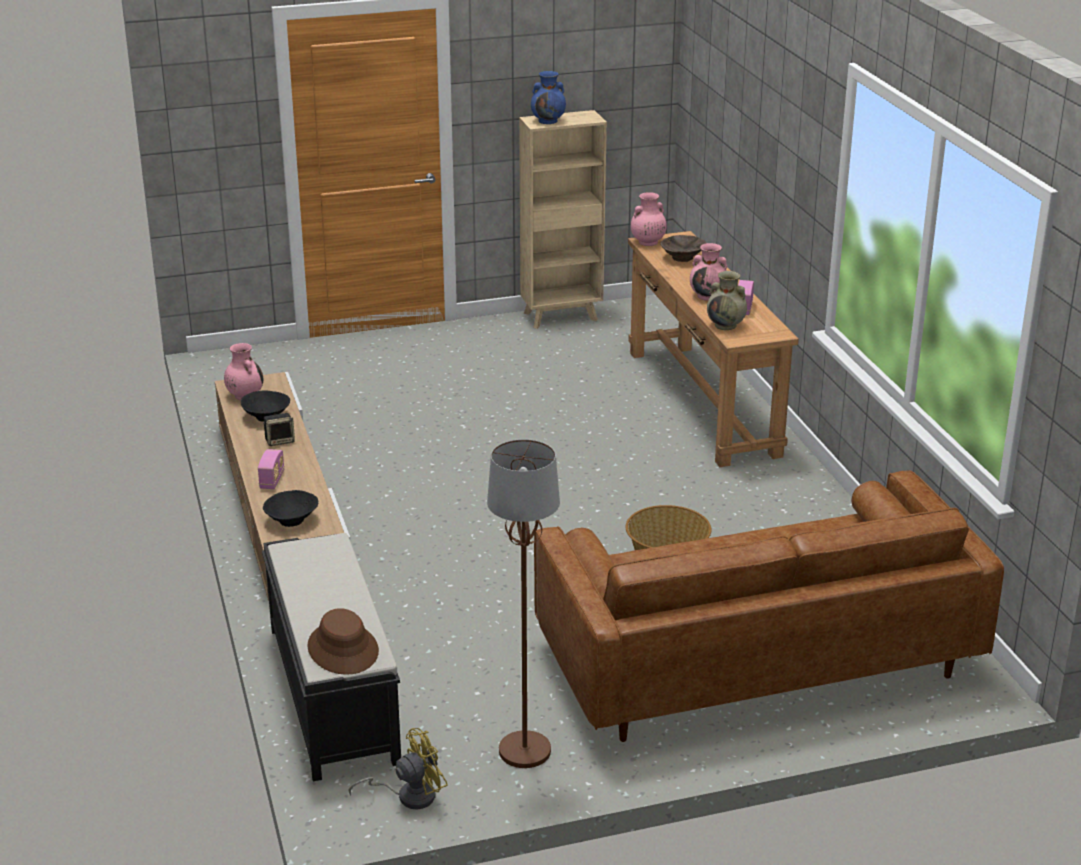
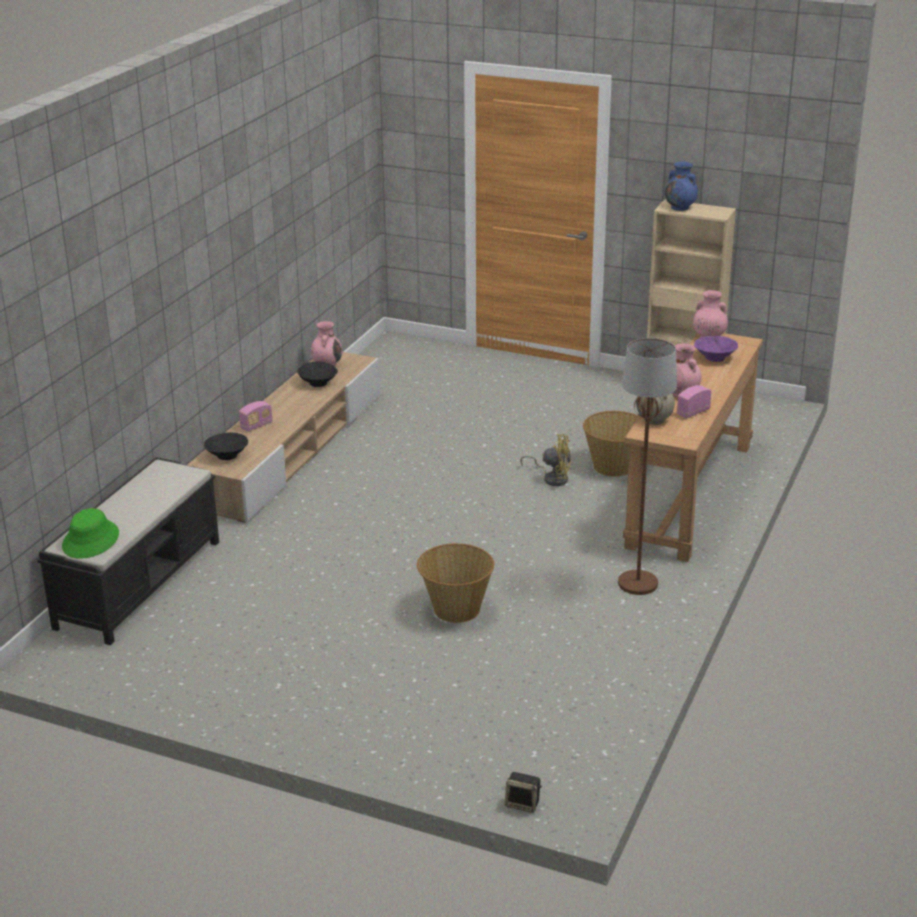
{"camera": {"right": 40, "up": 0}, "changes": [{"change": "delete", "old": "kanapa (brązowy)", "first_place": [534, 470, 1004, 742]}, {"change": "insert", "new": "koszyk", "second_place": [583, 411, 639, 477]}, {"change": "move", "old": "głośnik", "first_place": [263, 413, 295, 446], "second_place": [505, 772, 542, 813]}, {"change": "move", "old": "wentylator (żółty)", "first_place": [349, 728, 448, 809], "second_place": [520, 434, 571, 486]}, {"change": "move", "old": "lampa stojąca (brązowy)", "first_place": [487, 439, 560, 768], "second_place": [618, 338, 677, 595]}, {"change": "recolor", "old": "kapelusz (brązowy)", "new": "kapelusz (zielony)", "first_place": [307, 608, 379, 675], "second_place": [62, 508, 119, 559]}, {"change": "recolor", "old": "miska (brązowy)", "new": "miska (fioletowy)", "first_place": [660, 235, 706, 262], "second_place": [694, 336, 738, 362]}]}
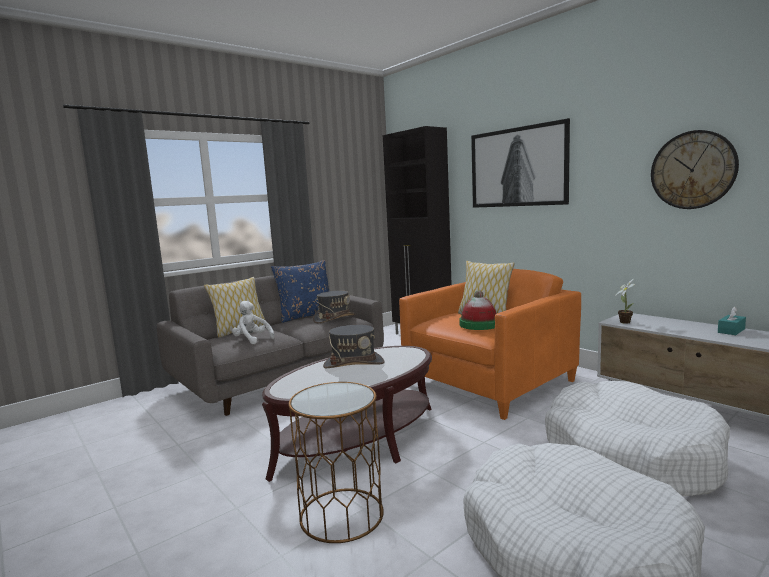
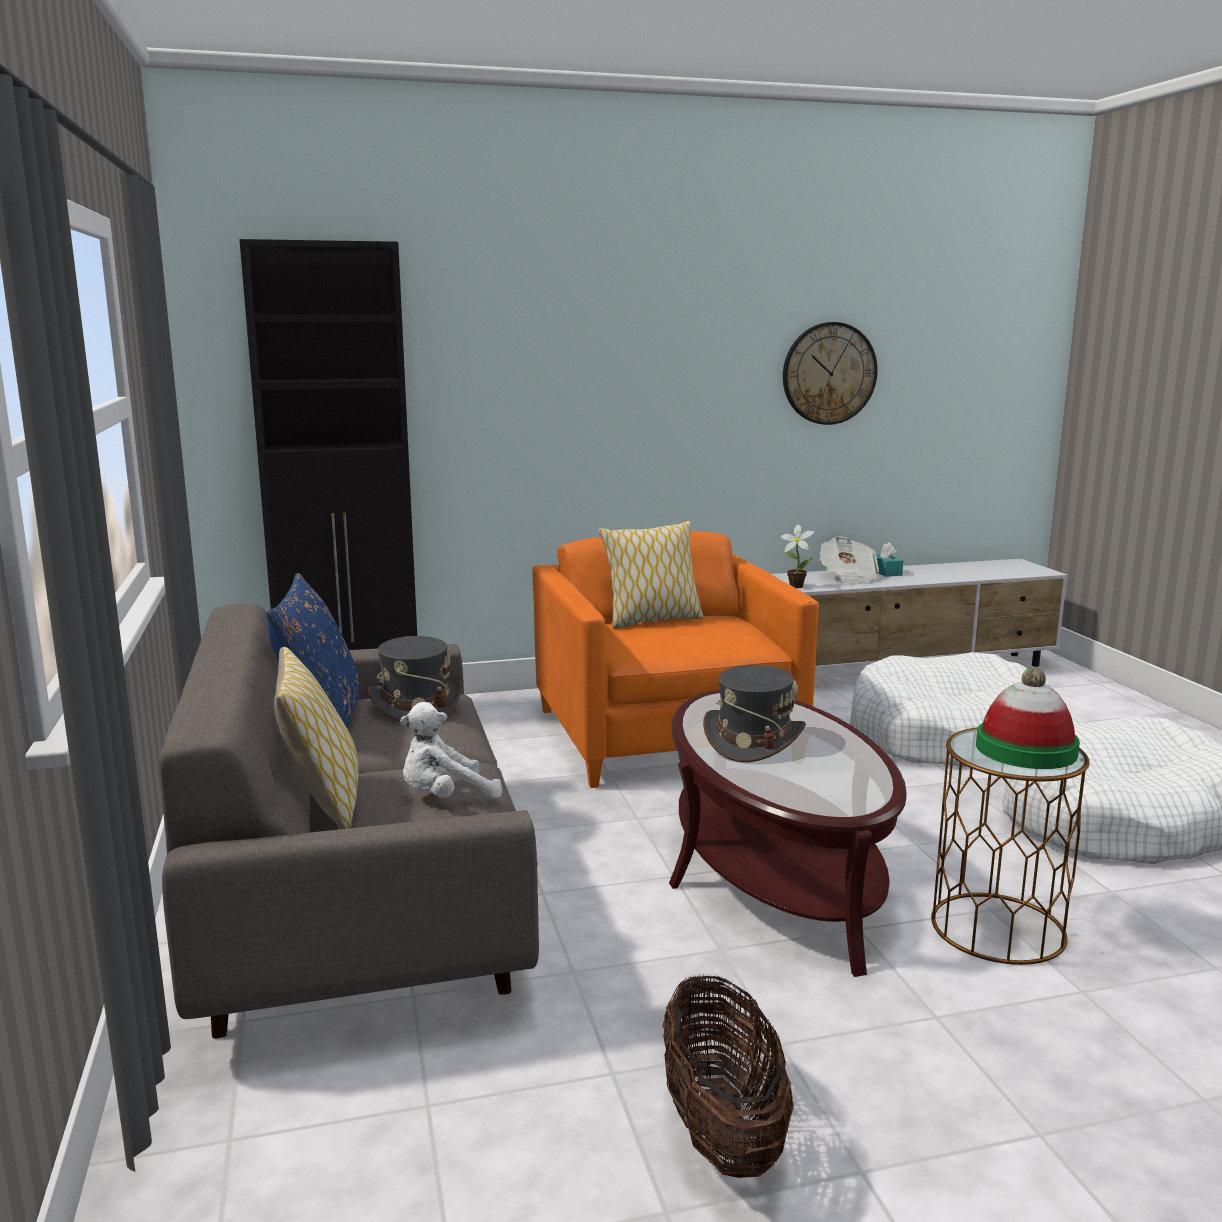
{"camera": {"right": -65, "up": 5}, "changes": [{"change": "delete", "old": "obraz", "first_place": [471, 118, 570, 208]}, {"change": "insert", "new": "koszyk", "second_place": [663, 974, 794, 1178]}, {"change": "insert", "new": "gazeta", "second_place": [819, 536, 879, 585]}, {"change": "move", "old": "kapelusz", "first_place": [459, 290, 497, 330], "second_place": [976, 668, 1080, 769]}]}
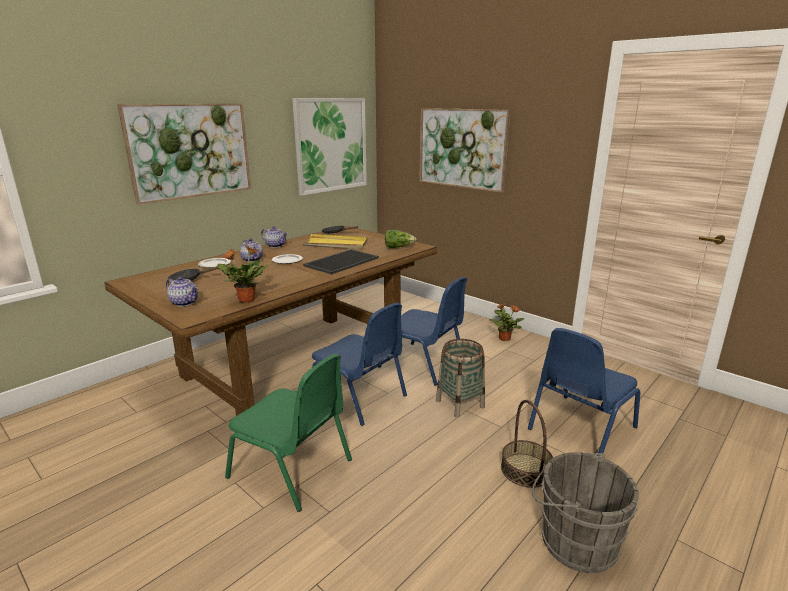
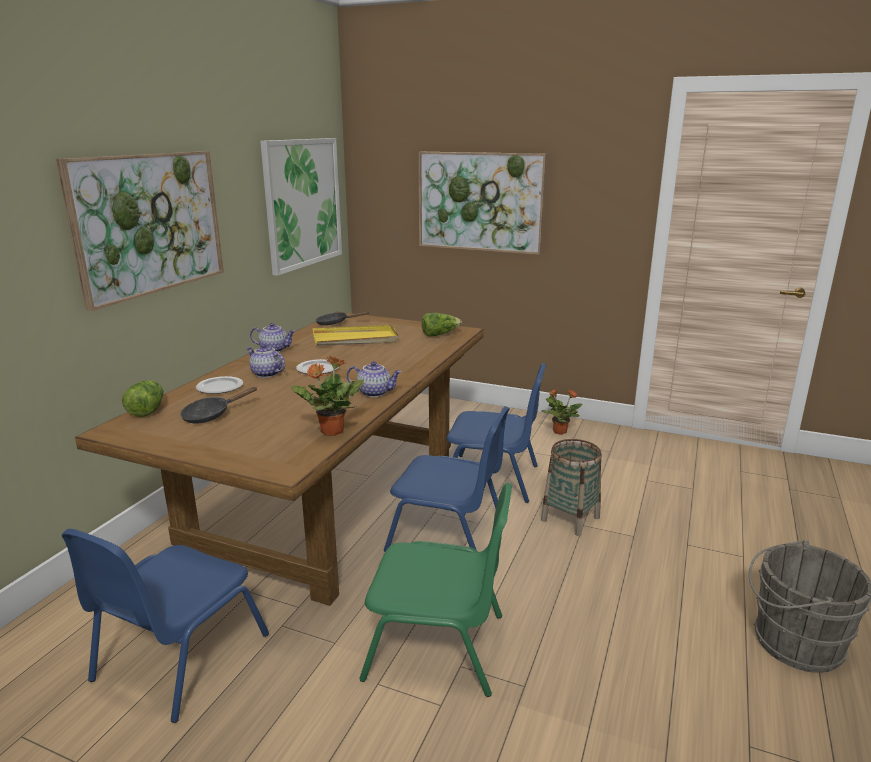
{"camera": {"right": -20, "up": 0}, "changes": [{"change": "delete", "old": "taca", "first_place": [303, 249, 379, 274]}, {"change": "delete", "old": "koszyk", "first_place": [501, 400, 553, 488]}, {"change": "insert", "new": "sałata", "second_place": [122, 380, 163, 417]}, {"change": "move", "old": "imbryk", "first_place": [166, 277, 198, 307], "second_place": [347, 361, 401, 397]}, {"change": "move", "old": "krzesło (niebieski)", "first_place": [528, 328, 640, 456], "second_place": [62, 529, 269, 723]}]}
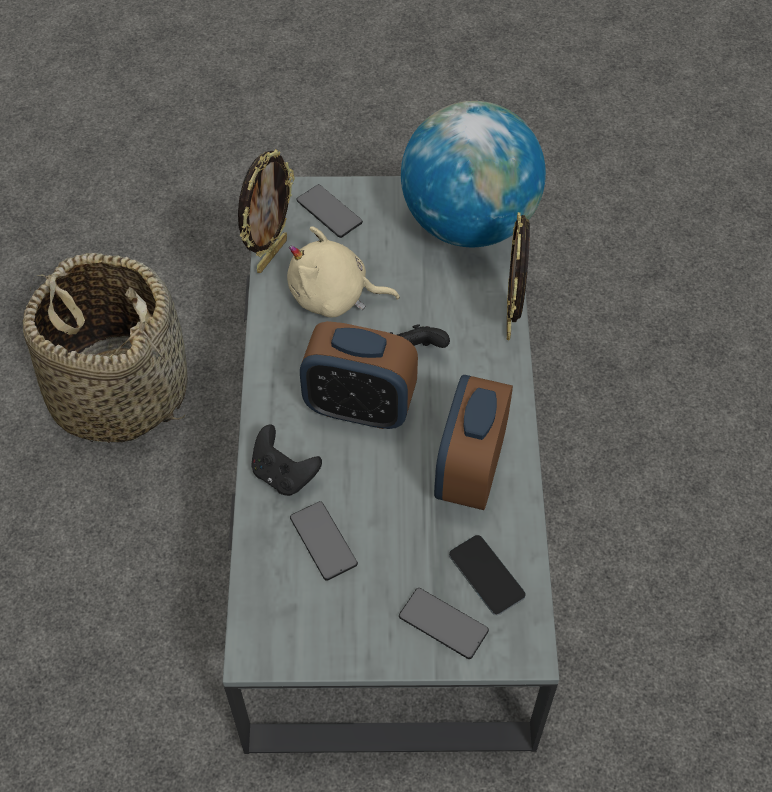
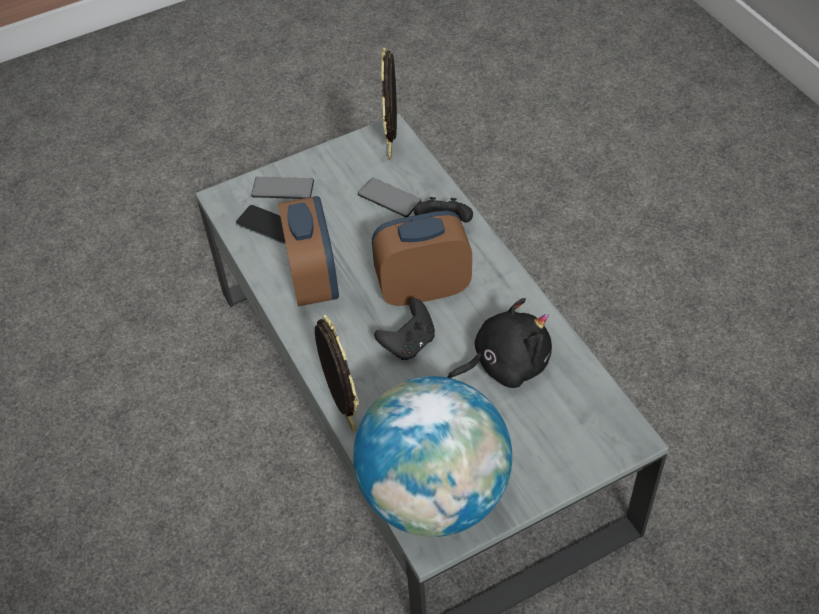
{"camera": {"right": 155, "up": -5}, "changes": [{"change": "delete", "old": "koszyk", "first_place": [23, 253, 188, 443]}, {"change": "delete", "old": "telefon", "first_place": [297, 184, 363, 238]}, {"change": "move", "old": "ramka na zdjęcie", "first_place": [238, 149, 295, 273], "second_place": [381, 48, 397, 160]}, {"change": "recolor", "old": "pluszak (beżowy)", "new": "pluszak (czarny)", "first_place": [287, 226, 400, 317], "second_place": [447, 298, 552, 388]}]}
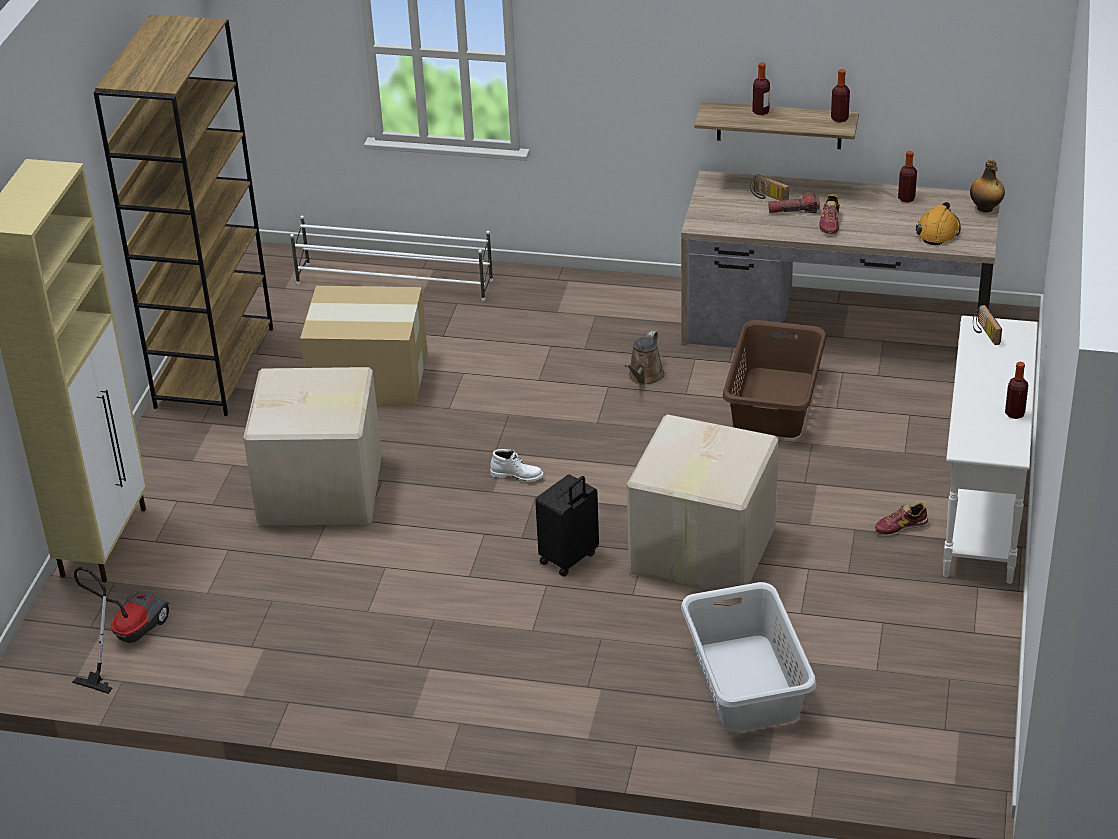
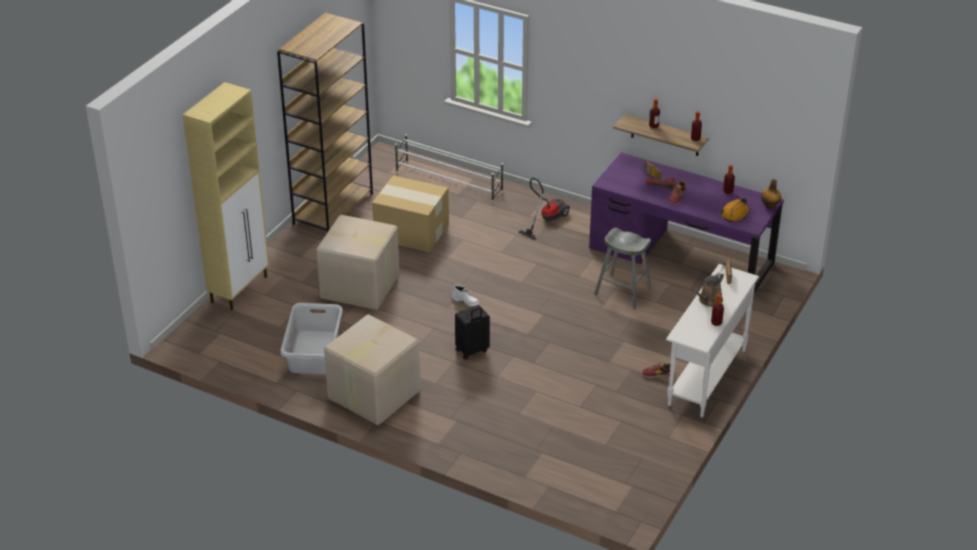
{"camera": {"right": 15, "up": 0}, "changes": [{"change": "move", "old": "odkurzacz", "first_place": [72, 567, 170, 694], "second_place": [519, 178, 570, 240]}, {"change": "move", "old": "konewka (brązowy)", "first_place": [625, 331, 665, 385], "second_place": [694, 273, 724, 307]}, {"change": "move", "old": "karton", "first_place": [627, 414, 779, 598], "second_place": [324, 314, 421, 425]}, {"change": "move", "old": "kosz na pranie (szary)", "first_place": [681, 582, 816, 732], "second_place": [280, 303, 343, 374]}, {"change": "replace", "old": "kosz na pranie (brązowy)", "new": "stołek (szary)", "first_place": [723, 320, 826, 438], "second_place": [594, 227, 652, 309]}, {"change": "recolor", "old": "biurko (brązowy)", "new": "biurko (fioletowy)", "first_place": [681, 171, 1000, 349], "second_place": [589, 153, 784, 293]}]}
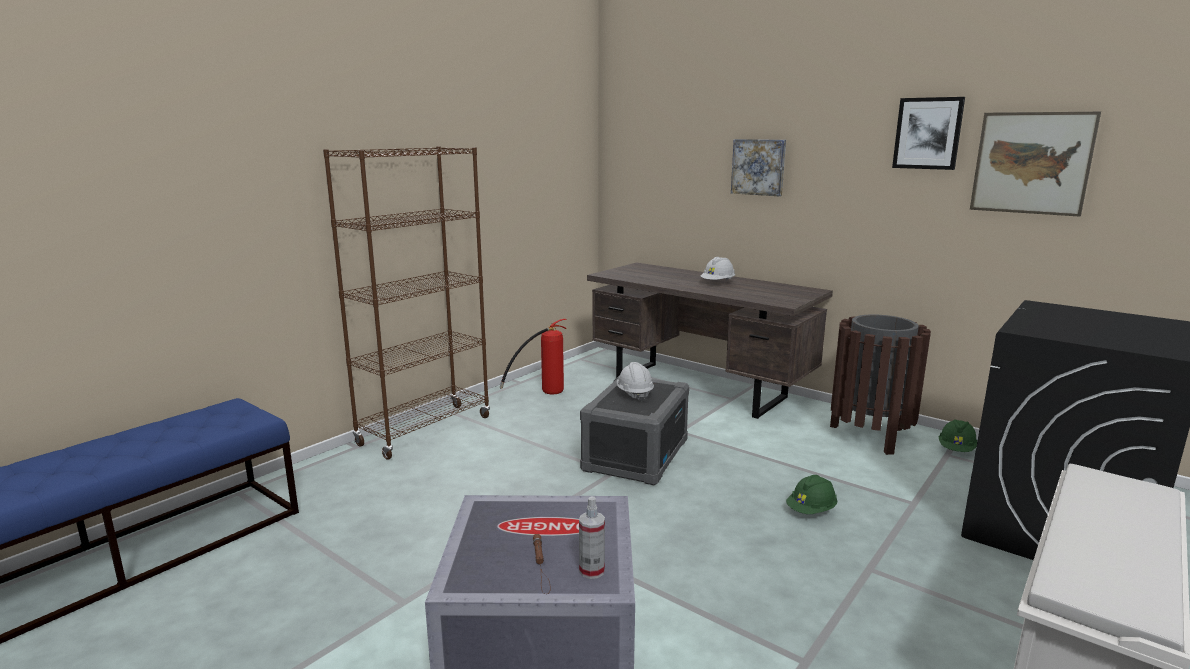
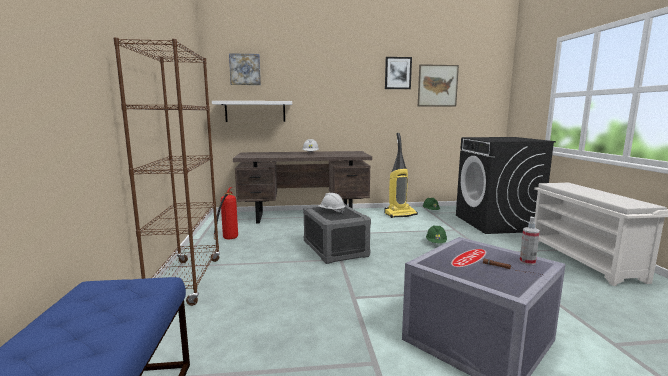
{"camera": {"right": -45, "up": -5}, "changes": [{"change": "insert", "new": "półka (biały)", "second_place": [212, 101, 292, 122]}, {"change": "move", "old": "obraz", "first_place": [731, 139, 786, 196], "second_place": [229, 53, 261, 85]}, {"change": "replace", "old": "kosz na śmieci (brązowy)", "new": "odkurzacz", "first_place": [830, 314, 931, 455], "second_place": [385, 133, 418, 218]}]}
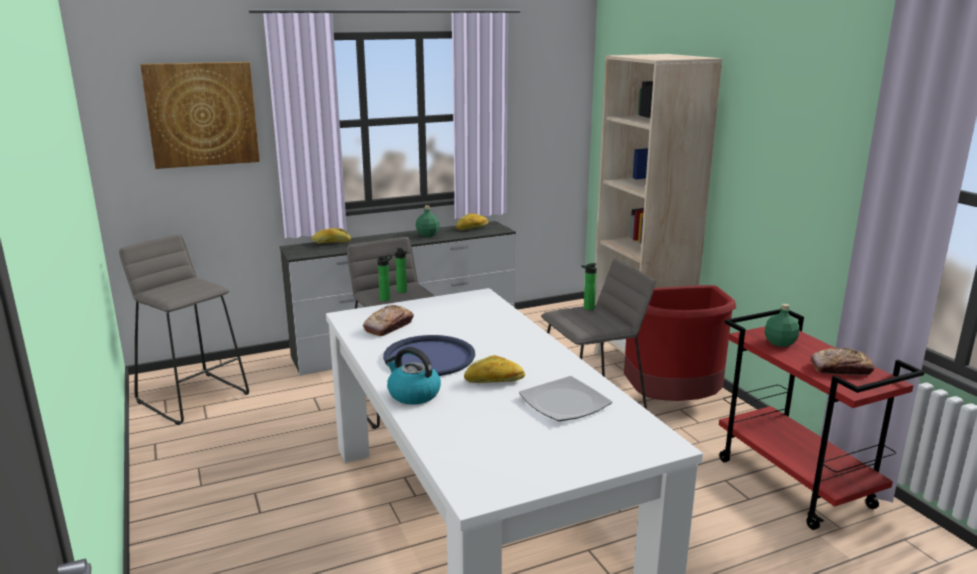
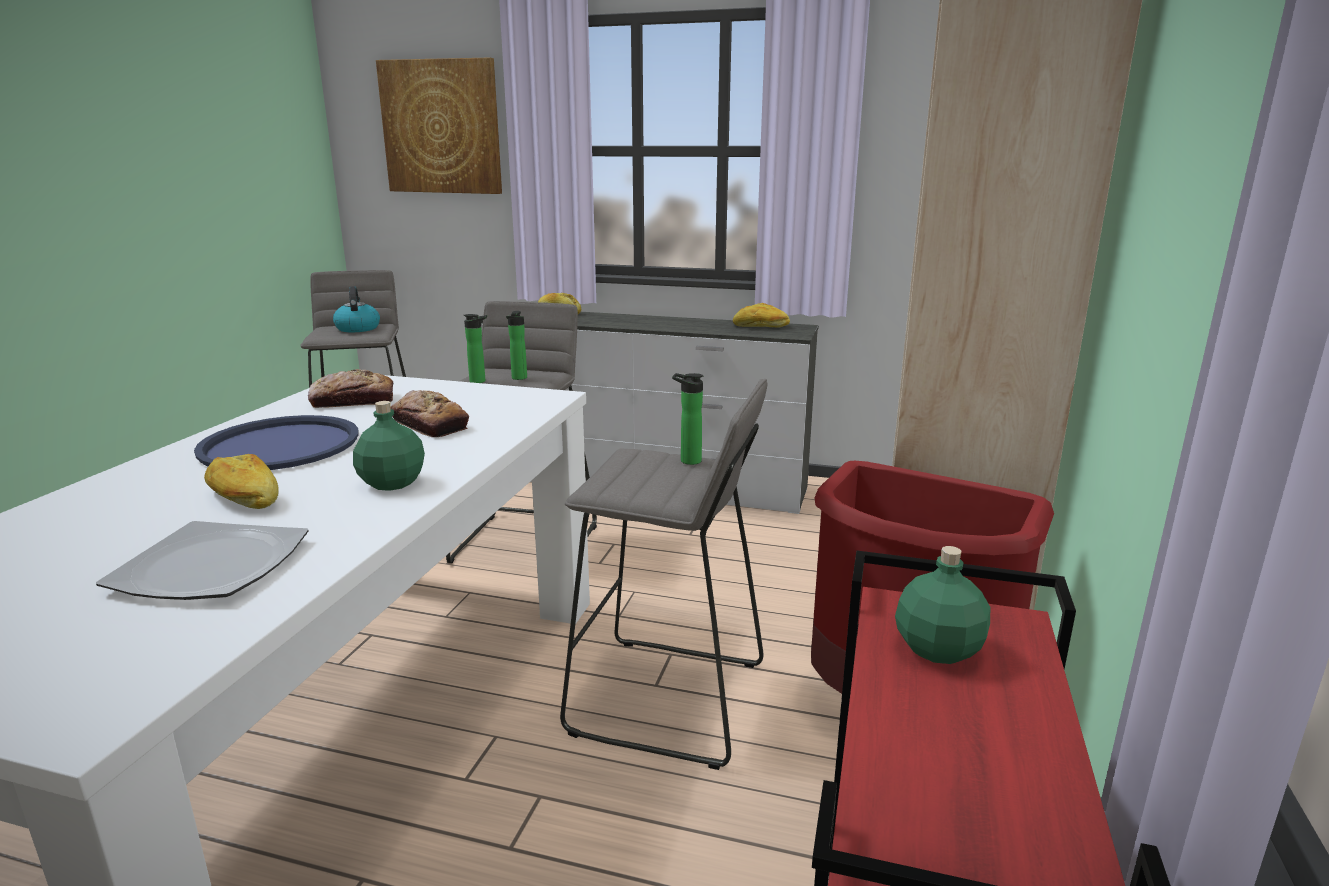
{"camera": {"right": 40, "up": 0}, "changes": [{"change": "move", "old": "czajnik", "first_place": [385, 347, 441, 405], "second_place": [333, 286, 380, 332]}, {"change": "move", "old": "butelka (zielony)", "first_place": [416, 205, 440, 237], "second_place": [353, 401, 425, 491]}, {"change": "move", "old": "chleb", "first_place": [811, 348, 874, 375], "second_place": [390, 390, 469, 437]}]}
